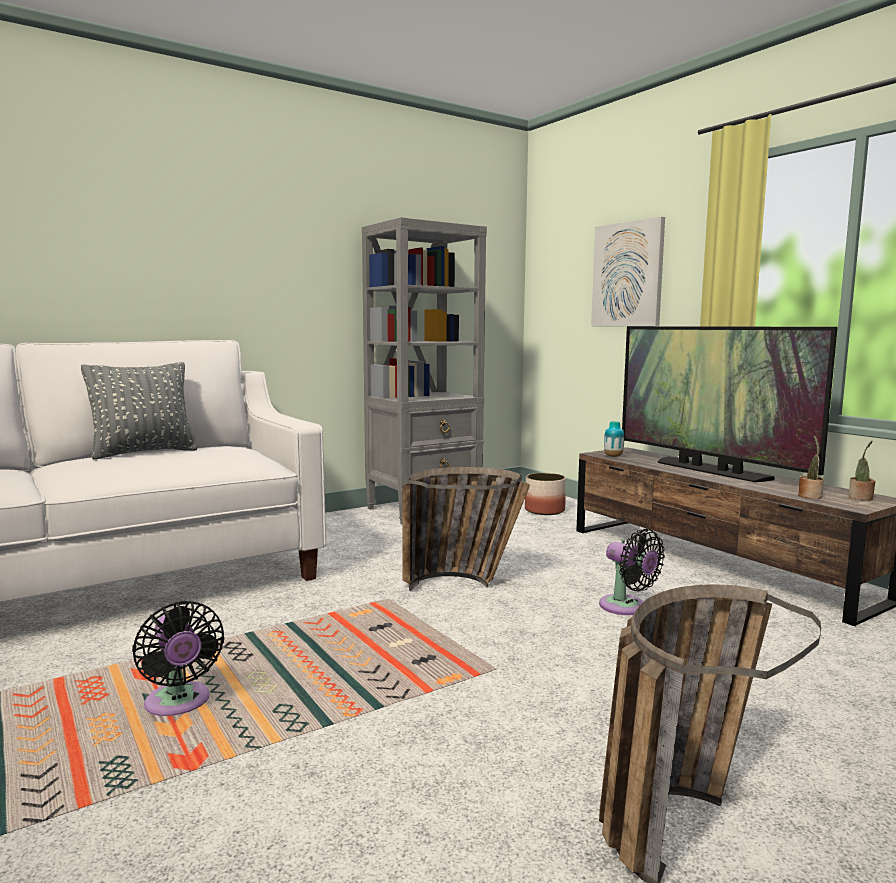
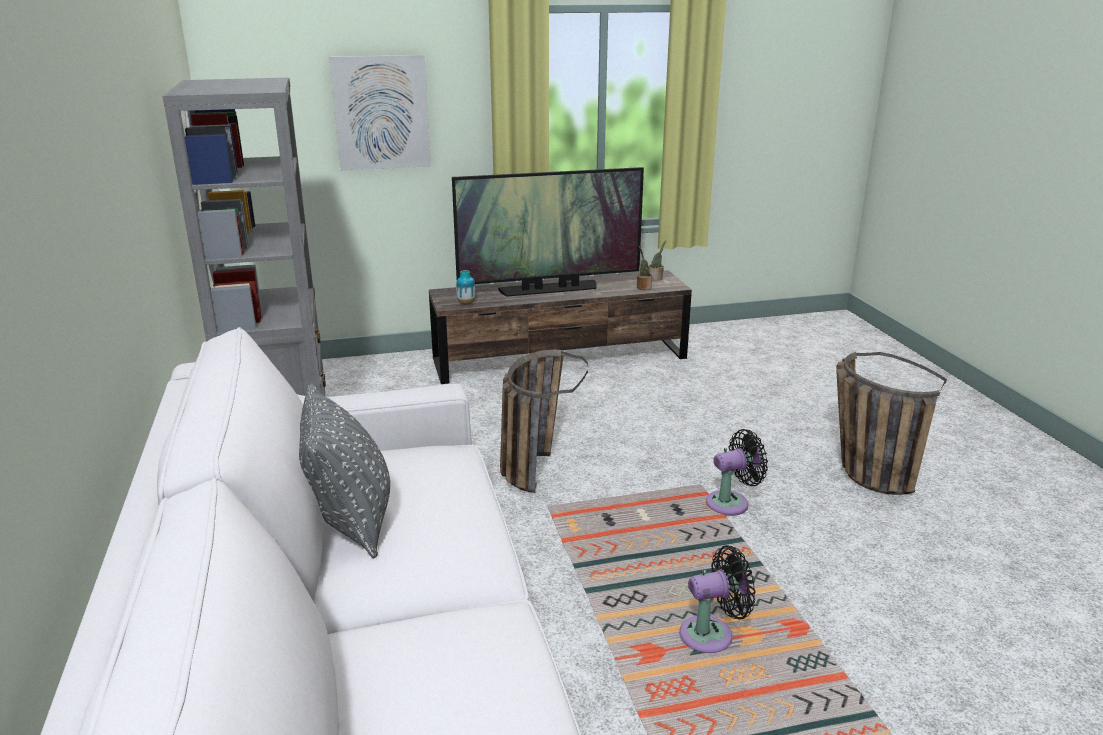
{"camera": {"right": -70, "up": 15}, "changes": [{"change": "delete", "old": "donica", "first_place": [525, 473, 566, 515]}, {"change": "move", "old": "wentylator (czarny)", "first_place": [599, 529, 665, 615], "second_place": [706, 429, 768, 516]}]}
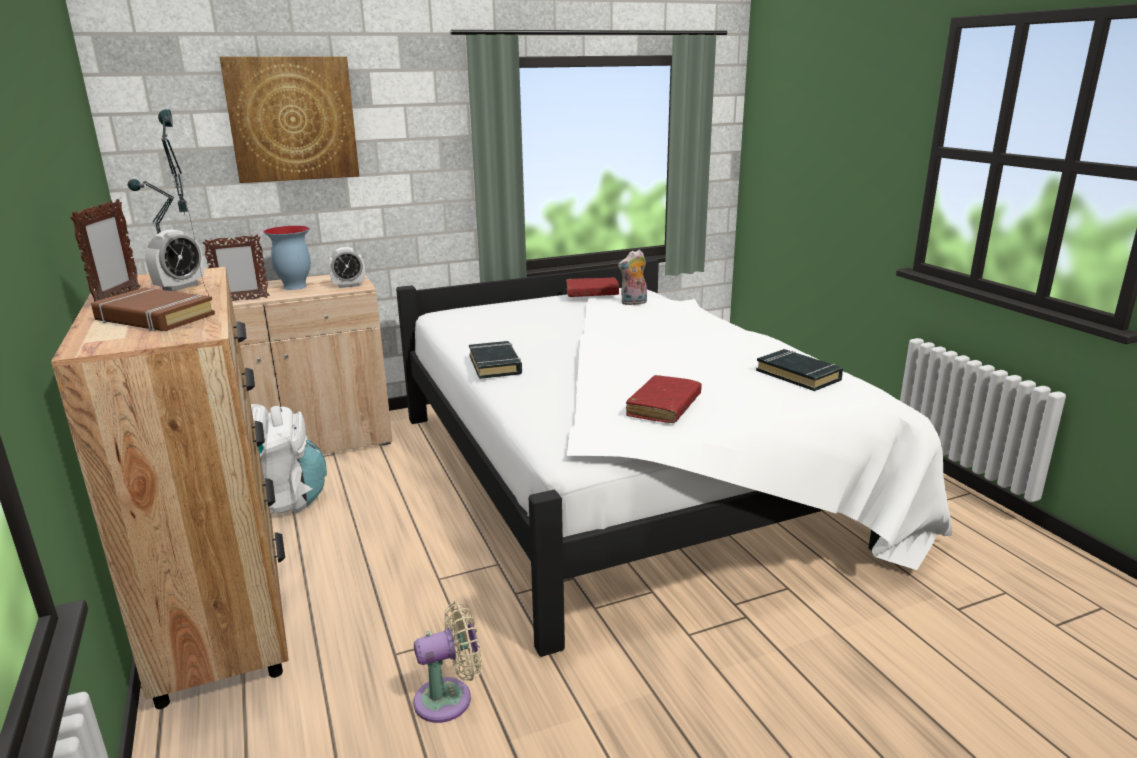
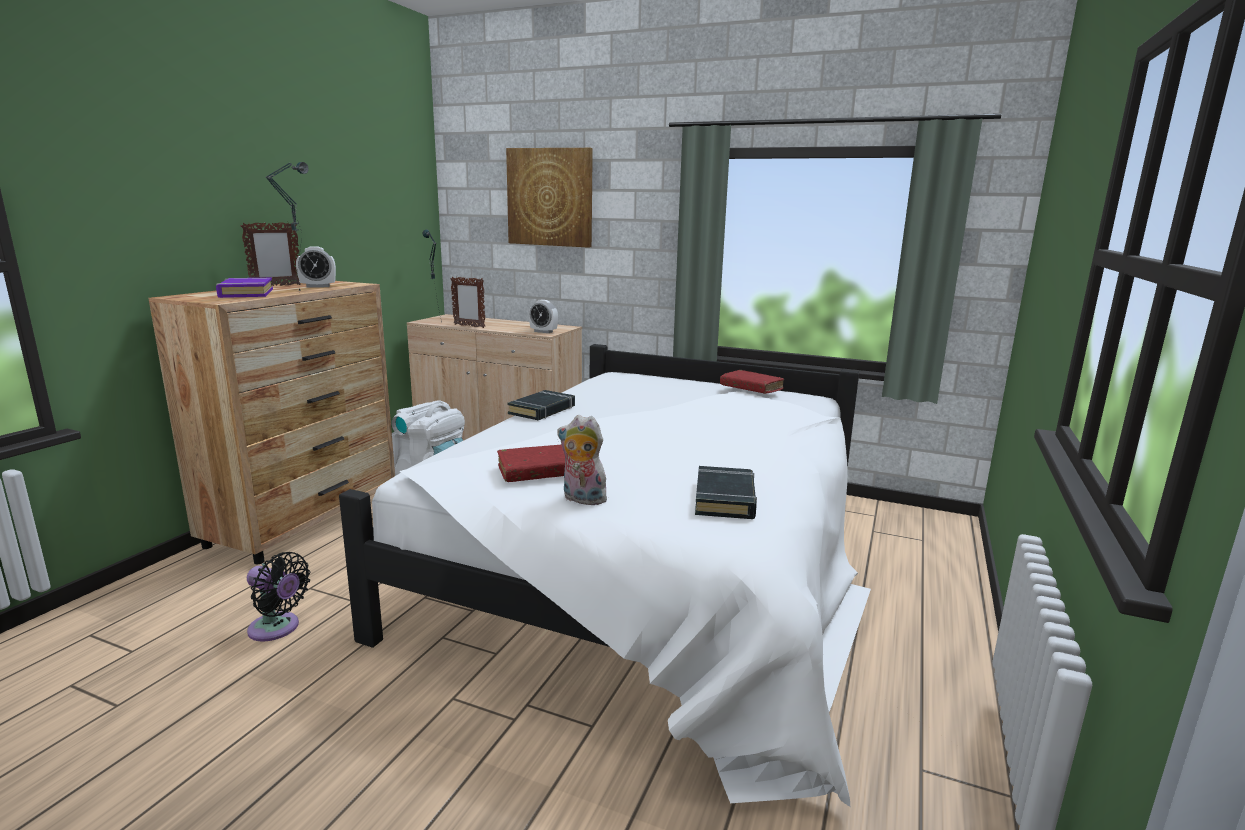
{"camera": {"right": 45, "up": -5}, "changes": [{"change": "delete", "old": "wazon", "first_place": [263, 226, 311, 290]}, {"change": "move", "old": "pluszak", "first_place": [618, 250, 647, 305], "second_place": [557, 415, 607, 505]}, {"change": "recolor", "old": "książka (brązowy)", "new": "książka (fioletowy)", "first_place": [91, 288, 215, 331], "second_place": [216, 278, 273, 298]}, {"change": "recolor", "old": "wentylator (beżowy)", "new": "wentylator (czarny)", "first_place": [414, 601, 482, 723], "second_place": [247, 552, 310, 642]}]}
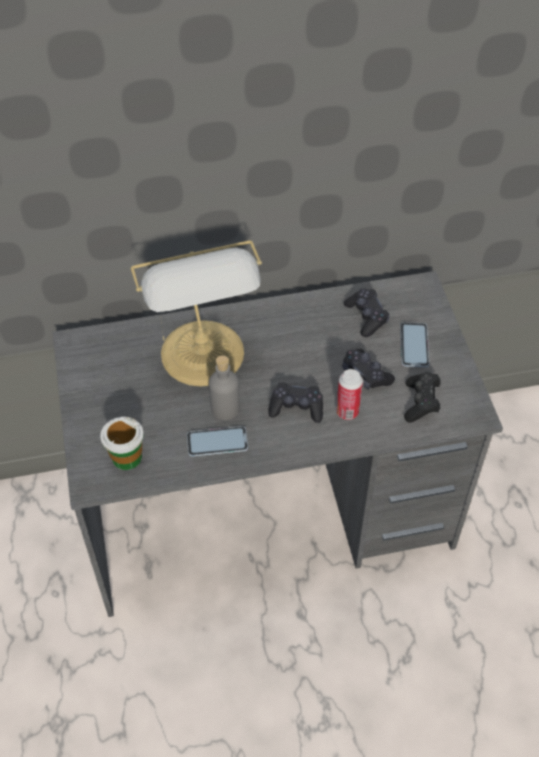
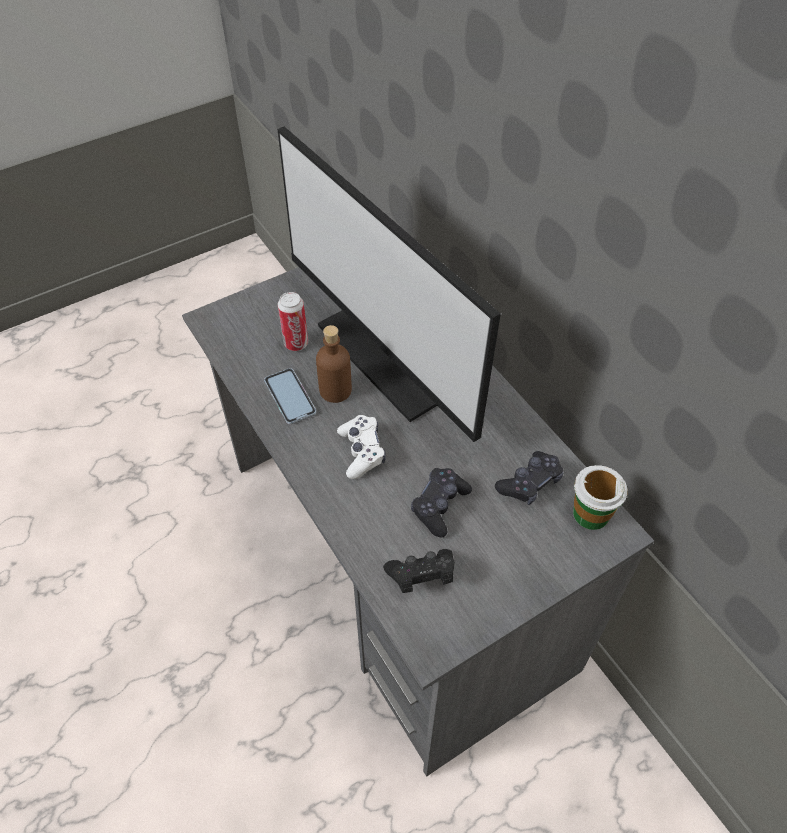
{"camera": {"right": 70, "up": 0}, "changes": [{"change": "delete", "old": "telefon", "first_place": [400, 322, 429, 368]}, {"change": "move", "old": "filiżanka", "first_place": [100, 417, 144, 470], "second_place": [573, 465, 628, 530]}, {"change": "move", "old": "puszka", "first_place": [336, 369, 363, 420], "second_place": [278, 292, 308, 351]}, {"change": "replace", "old": "lampa stołowa", "new": "monitor", "first_place": [131, 240, 262, 387], "second_place": [278, 127, 501, 442]}, {"change": "recolor", "old": "butelka (szary)", "new": "butelka (brązowy)", "first_place": [209, 355, 240, 420], "second_place": [316, 325, 352, 403]}, {"change": "recolor", "old": "pad do gier (czarny)", "new": "pad do gier (biały)", "first_place": [268, 382, 323, 423], "second_place": [337, 415, 386, 479]}]}
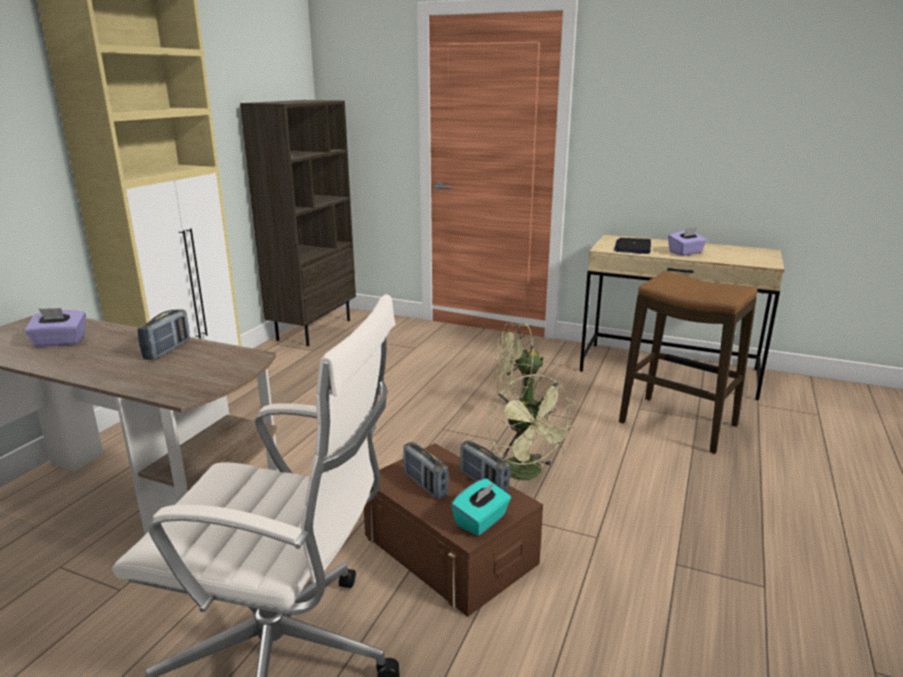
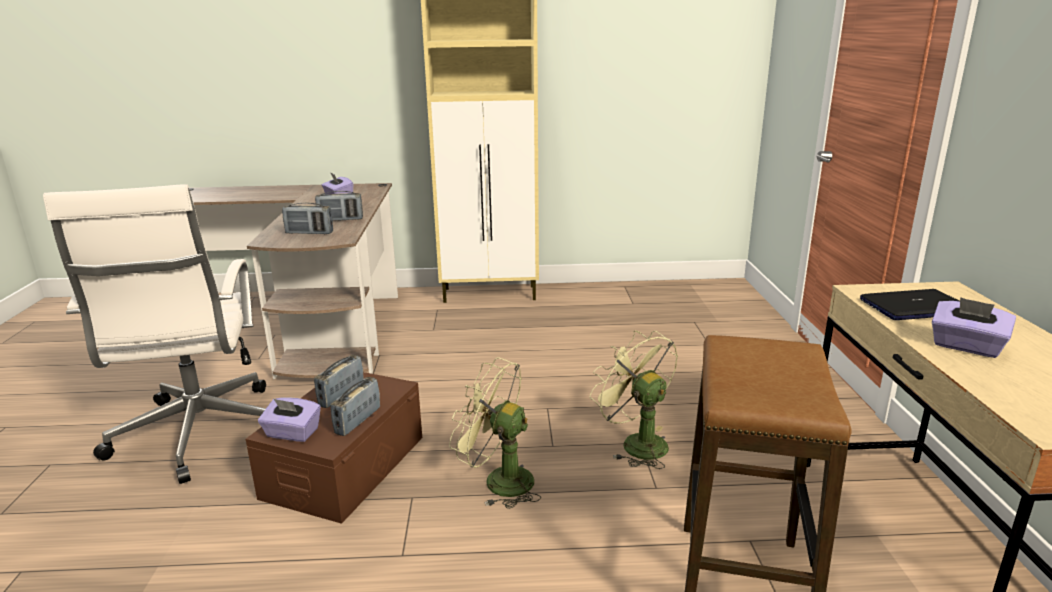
{"camera": {"right": 65, "up": 0}, "changes": [{"change": "delete", "old": "regał (brązowy)", "first_place": [240, 100, 356, 346]}, {"change": "insert", "new": "radio", "second_place": [282, 203, 333, 234]}, {"change": "recolor", "old": "pudełko chusteczek (turkusowy)", "new": "pudełko chusteczek (fioletowy)", "first_place": [451, 478, 511, 536], "second_place": [258, 397, 321, 442]}, {"change": "rotate", "old": "wentylator (zielony)", "first_place": [488, 374, 577, 480], "second_place": [449, 357, 541, 509], "degrees": 75}]}
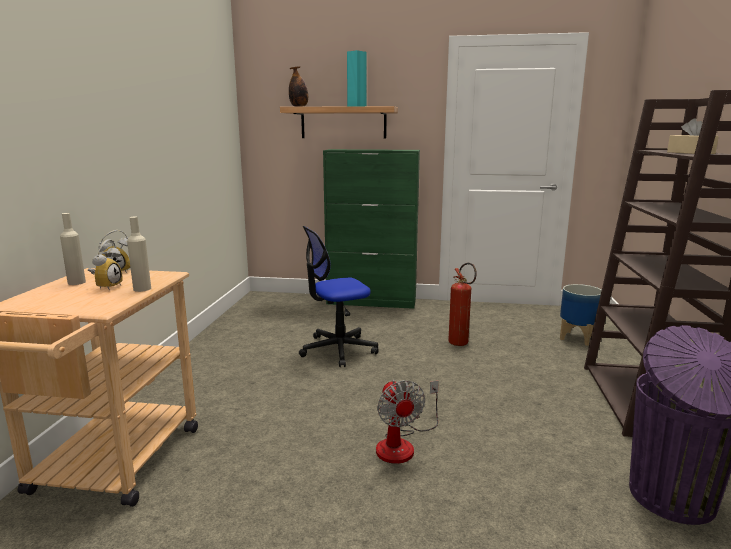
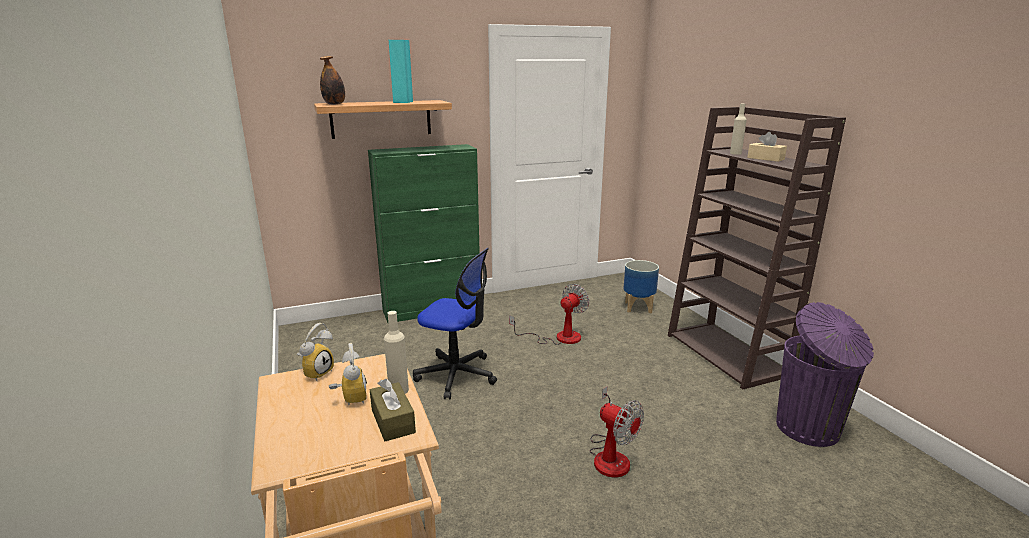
{"camera": {"right": -30, "up": 5}, "changes": [{"change": "insert", "new": "pudełko chusteczek (brązowy)", "second_place": [370, 378, 416, 441]}, {"change": "move", "old": "butelka (beżowy)", "first_place": [60, 213, 86, 285], "second_place": [730, 104, 747, 155]}, {"change": "replace", "old": "gaśnica", "new": "wentylator", "first_place": [448, 263, 477, 346], "second_place": [509, 284, 589, 345]}, {"change": "rotate", "old": "krzesło biurowe", "first_place": [299, 226, 379, 367], "second_place": [413, 248, 497, 399], "degrees": -105}]}
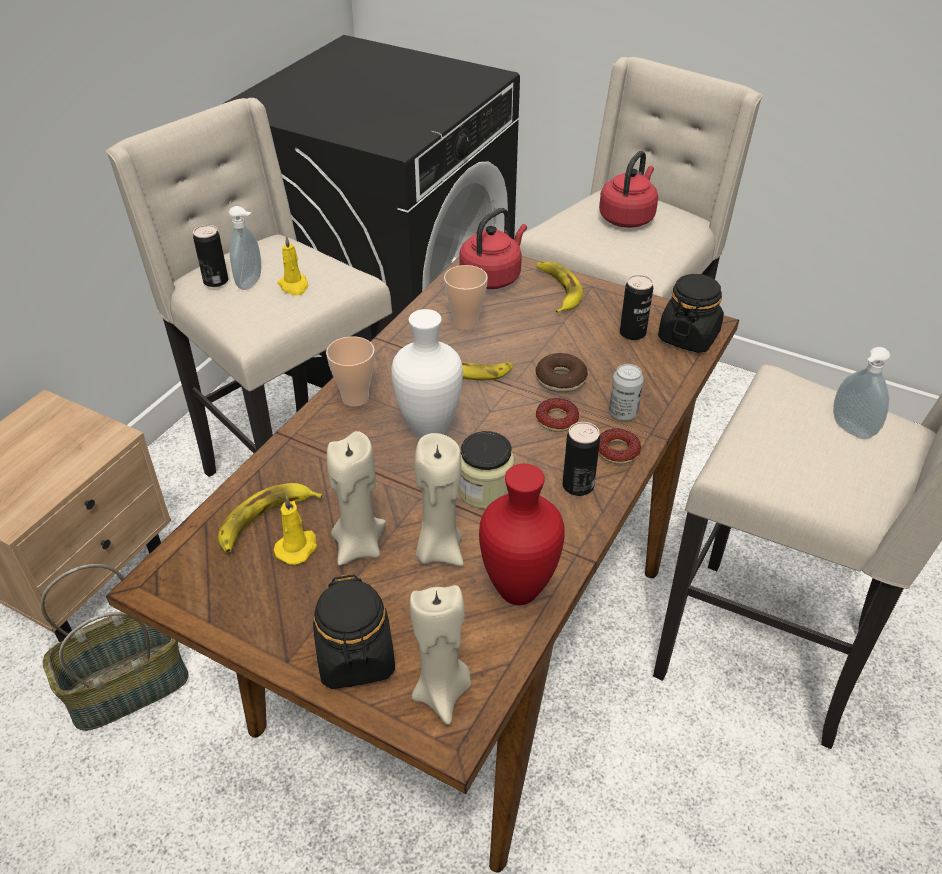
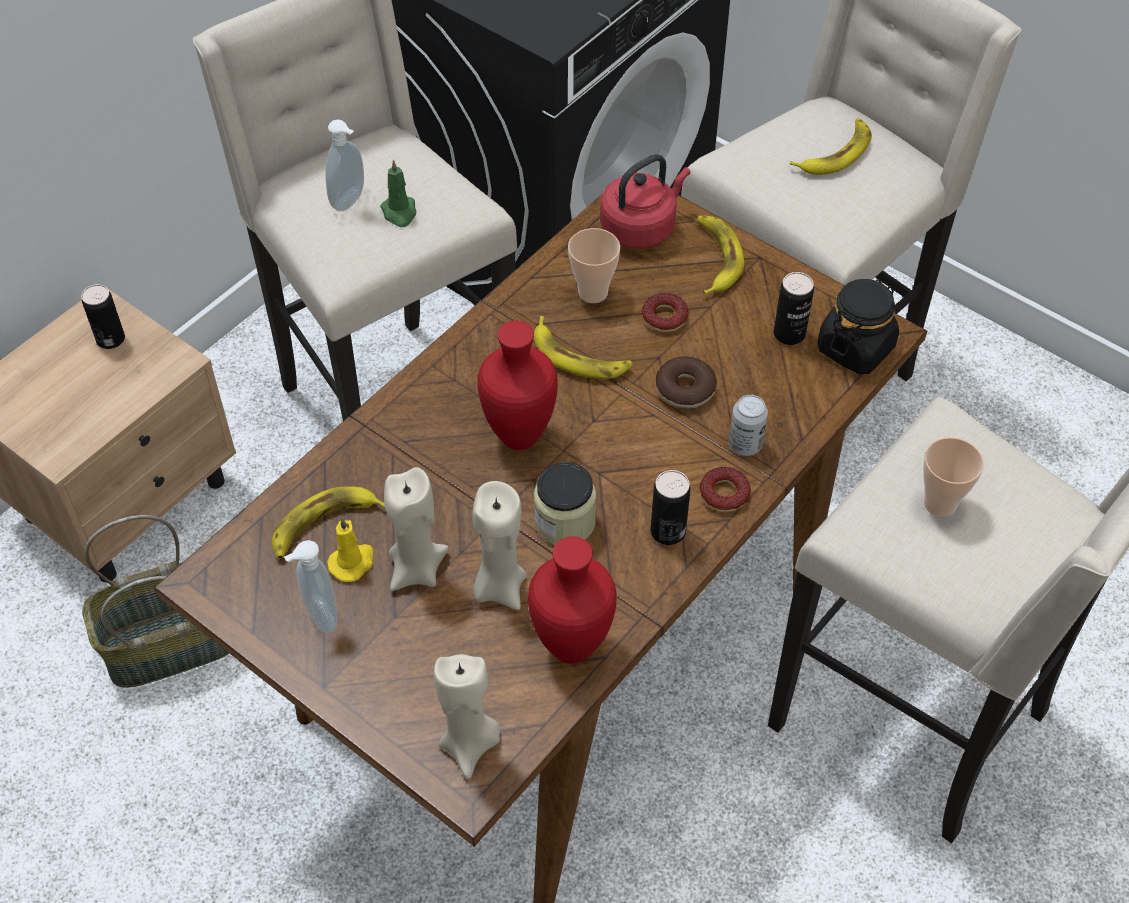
{"camera": {"right": 10, "up": 10}, "changes": [{"change": "delete", "old": "słoik (czarny)", "first_place": [313, 574, 395, 689]}, {"change": "move", "old": "puszka", "first_place": [193, 225, 228, 287], "second_place": [81, 284, 125, 349]}, {"change": "move", "old": "filiżanka", "first_place": [326, 336, 375, 407], "second_place": [923, 437, 984, 517]}, {"change": "move", "old": "donut", "first_place": [536, 398, 579, 432], "second_place": [642, 293, 688, 332]}, {"change": "move", "old": "dozownik mydła", "first_place": [833, 347, 890, 439], "second_place": [284, 540, 338, 633]}, {"change": "replace", "old": "czajnik (czerwony)", "new": "banan", "first_place": [599, 151, 658, 228], "second_place": [790, 118, 872, 175]}, {"change": "recolor", "old": "świeca (żółty)", "new": "świeca (zielony)", "first_place": [277, 235, 308, 296], "second_place": [380, 159, 416, 227]}, {"change": "recolor", "old": "wazon (biały)", "new": "wazon (czerwony)", "first_place": [391, 309, 463, 438], "second_place": [478, 321, 558, 450]}]}
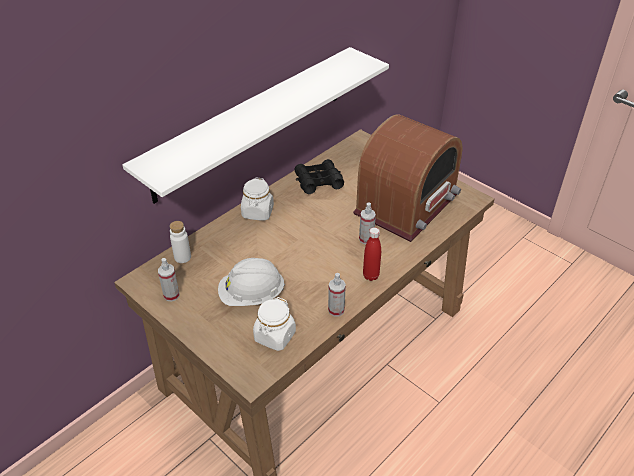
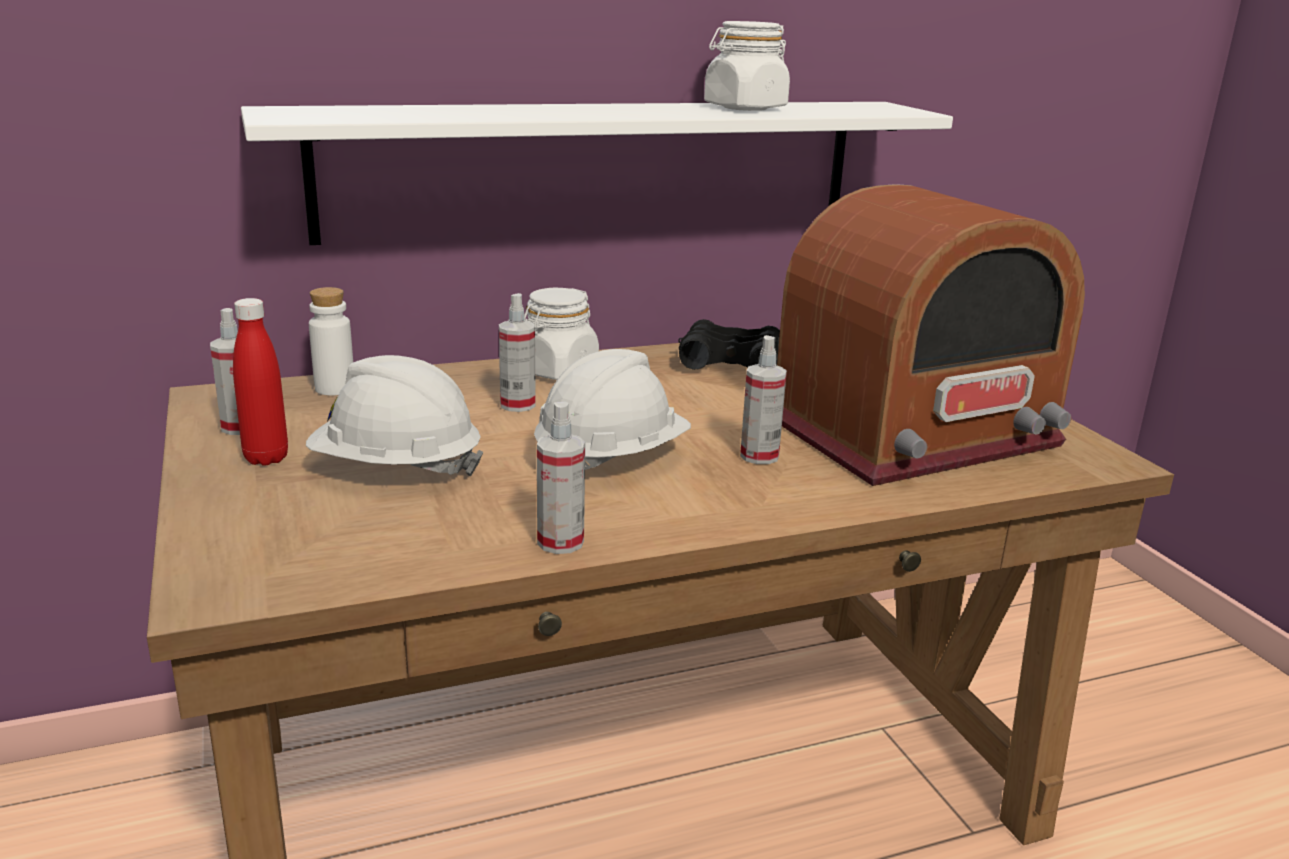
{"camera": {"right": 25, "up": -20}, "changes": [{"change": "insert", "new": "spryskiwacz", "second_place": [499, 293, 536, 412]}, {"change": "insert", "new": "kask (biały)", "second_place": [534, 349, 691, 470]}, {"change": "move", "old": "słoik (biały)", "first_place": [253, 297, 296, 351], "second_place": [704, 21, 790, 111]}, {"change": "move", "old": "butelka (czerwony)", "first_place": [363, 227, 381, 281], "second_place": [233, 298, 288, 466]}]}
